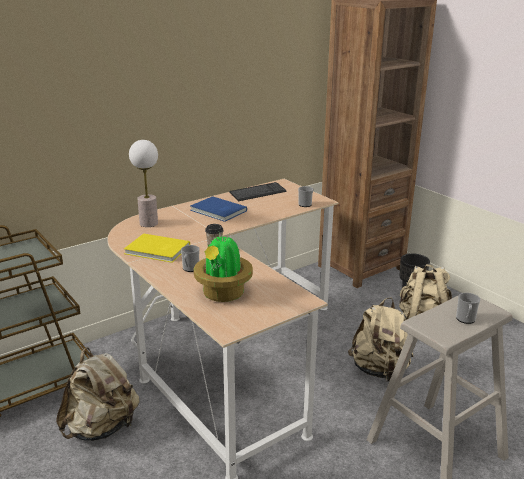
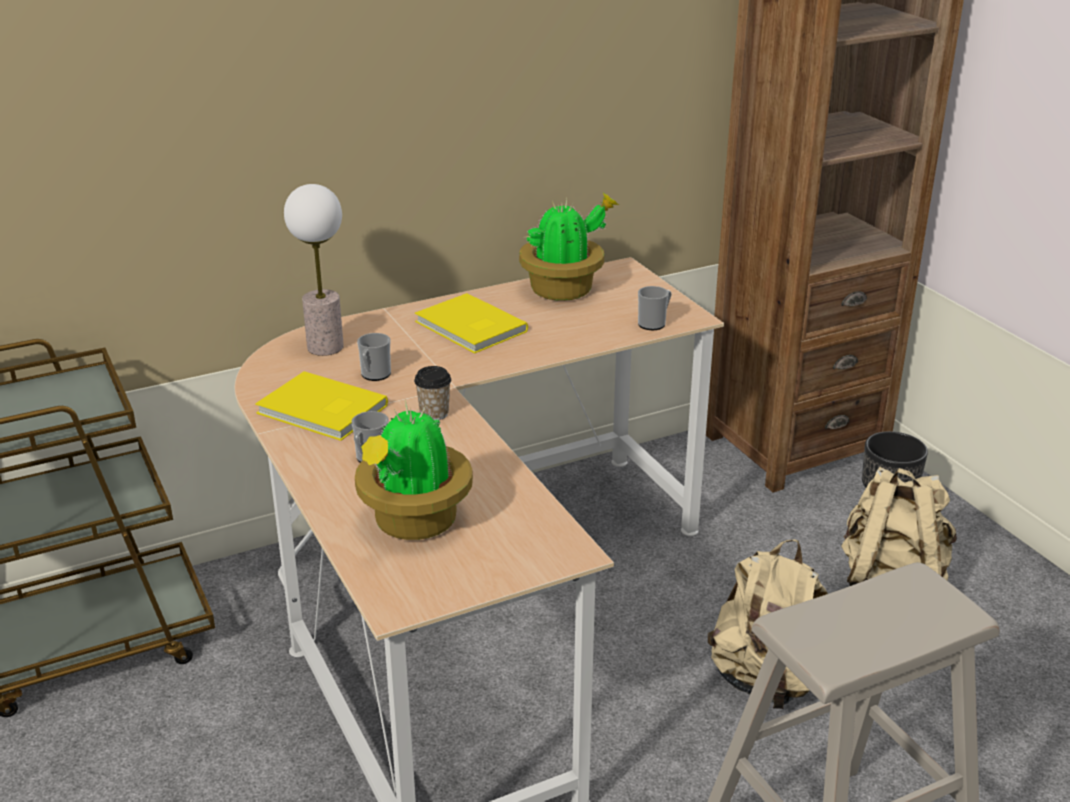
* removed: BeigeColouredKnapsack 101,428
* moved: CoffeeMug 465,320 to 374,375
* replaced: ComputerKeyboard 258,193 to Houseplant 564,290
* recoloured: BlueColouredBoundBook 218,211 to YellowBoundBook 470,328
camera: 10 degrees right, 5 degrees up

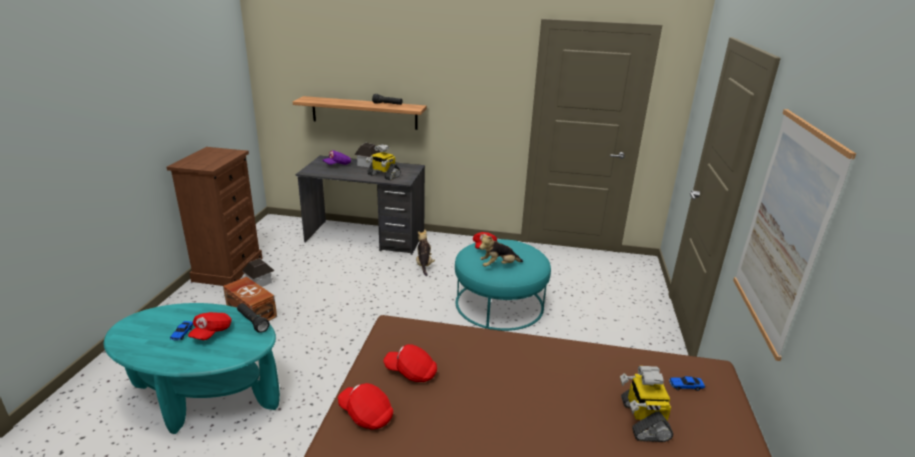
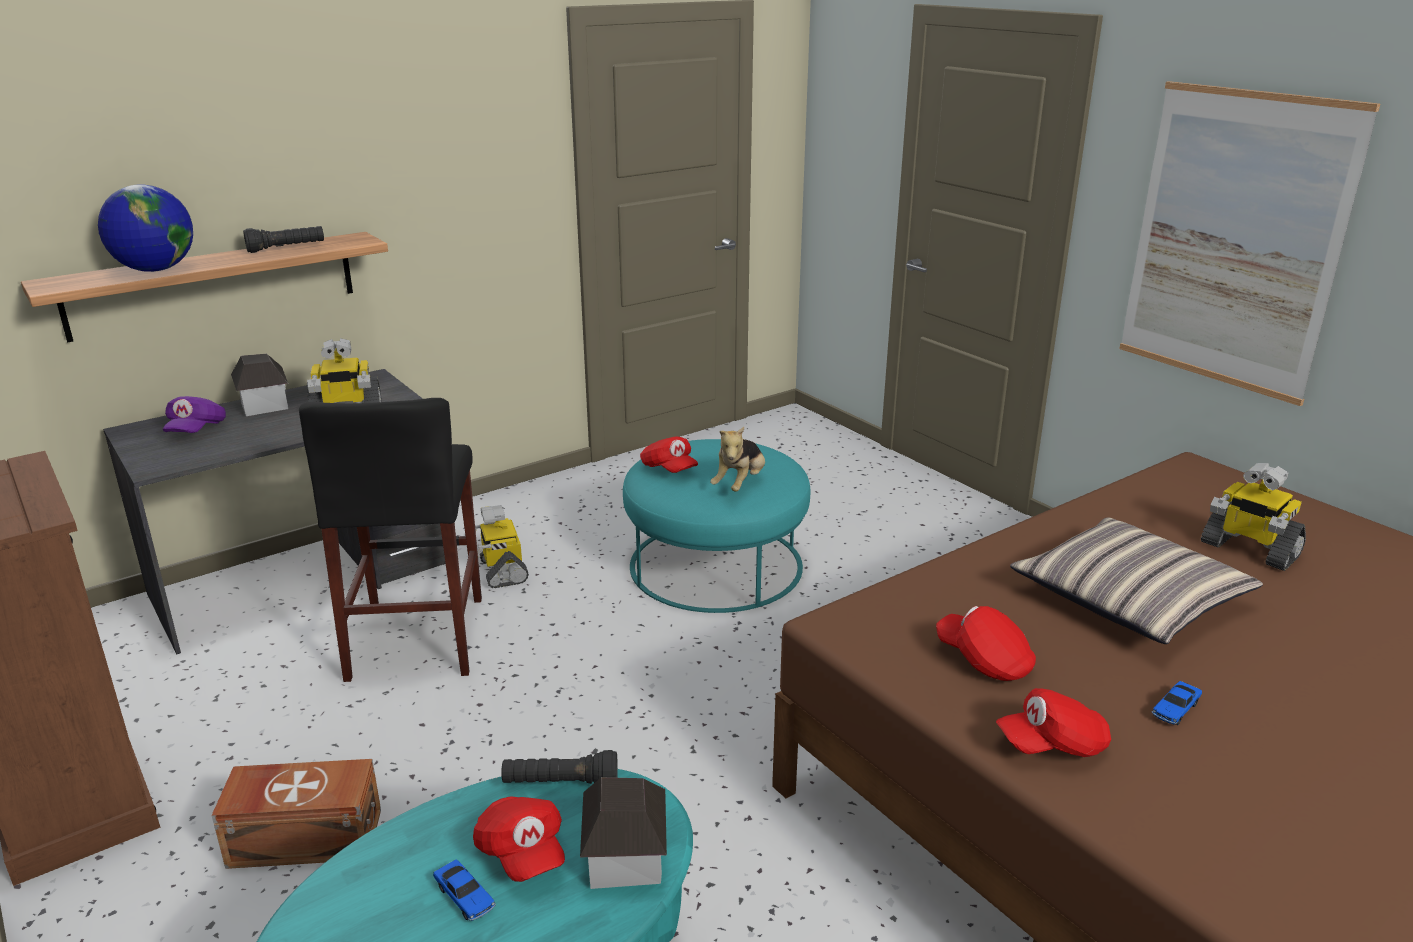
* added: DeskGlobe 155,270
* added: BlackColouredStool 417,637
* added: ThrowPillow 1129,598
* moved: ModelHouse 259,282 to 625,860
* moved: MiniatureCar 685,386 to 1175,709
* replaced: PlushToy 424,264 to ModelRobot 502,570
* turned: ReddishPeakedCap 411,372 = 984,660 75 degrees clockwise
camera: 45 degrees left, 0 degrees up

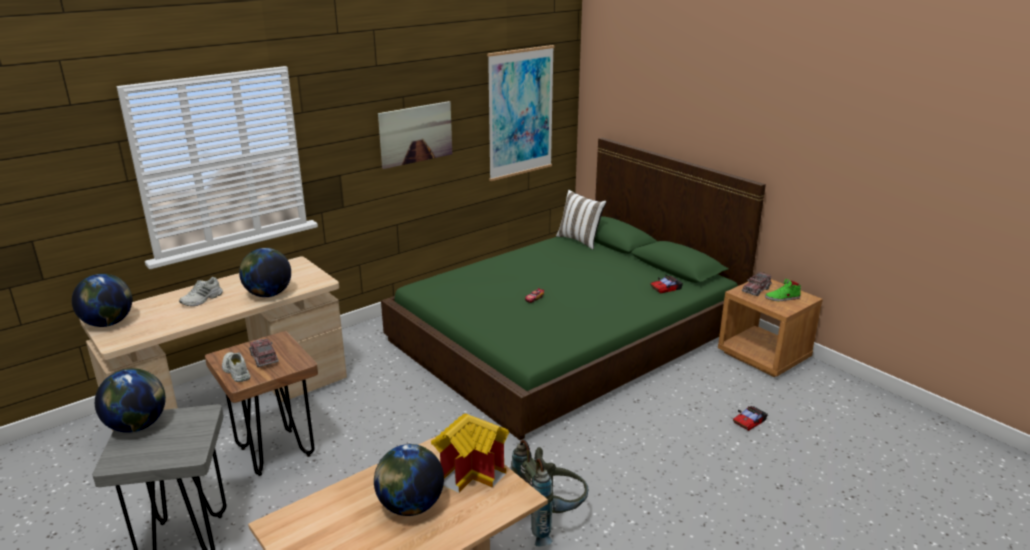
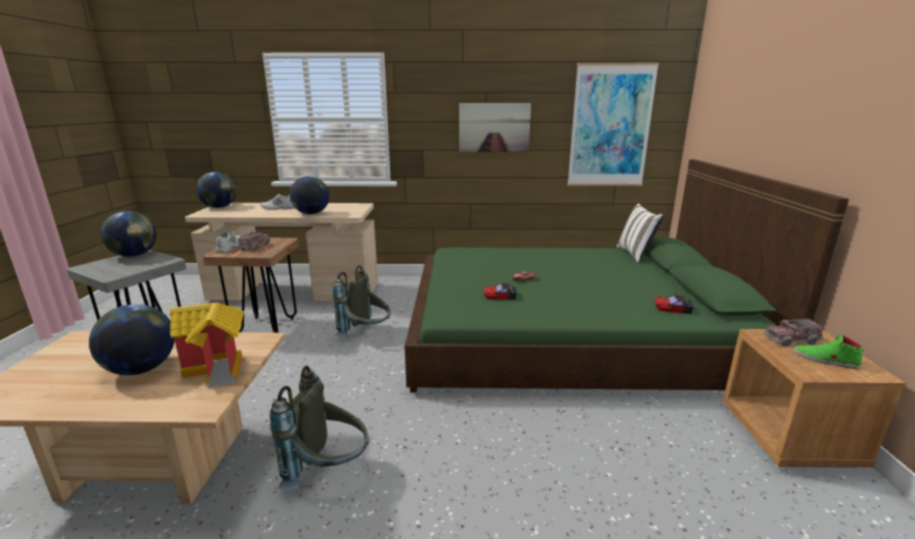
* added: GreyishKnapsack 366,335
* moved: MiniatureCar 749,421 to 500,296
camera: 40 degrees right, 5 degrees down

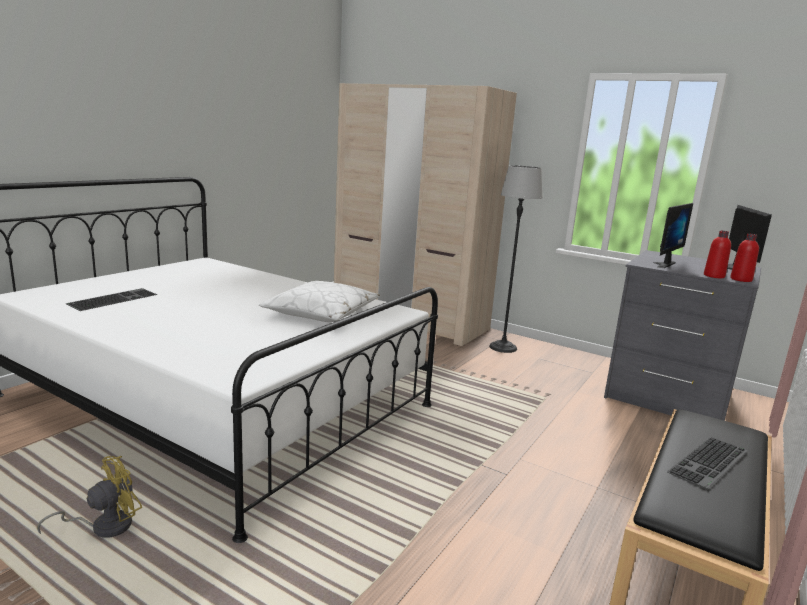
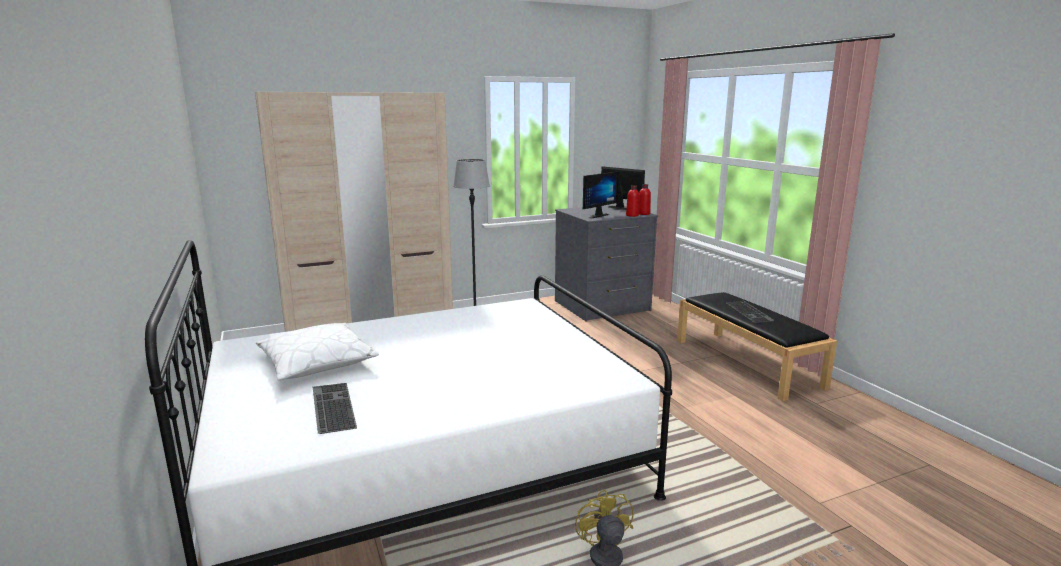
* moved: WhiteColouredThrowPillow 321,313 to 317,362
* turned: ComputerDisplay 661,264 = 595,215 60 degrees clockwise
camera: 55 degrees left, 0 degrees up

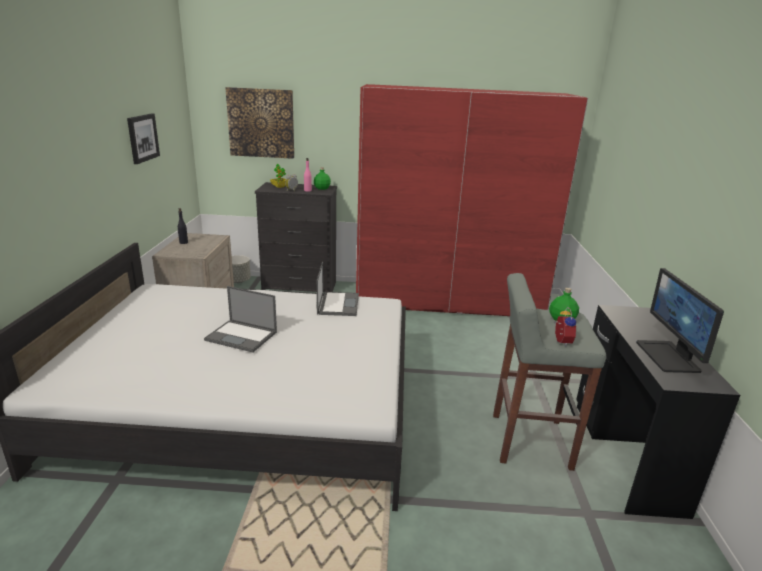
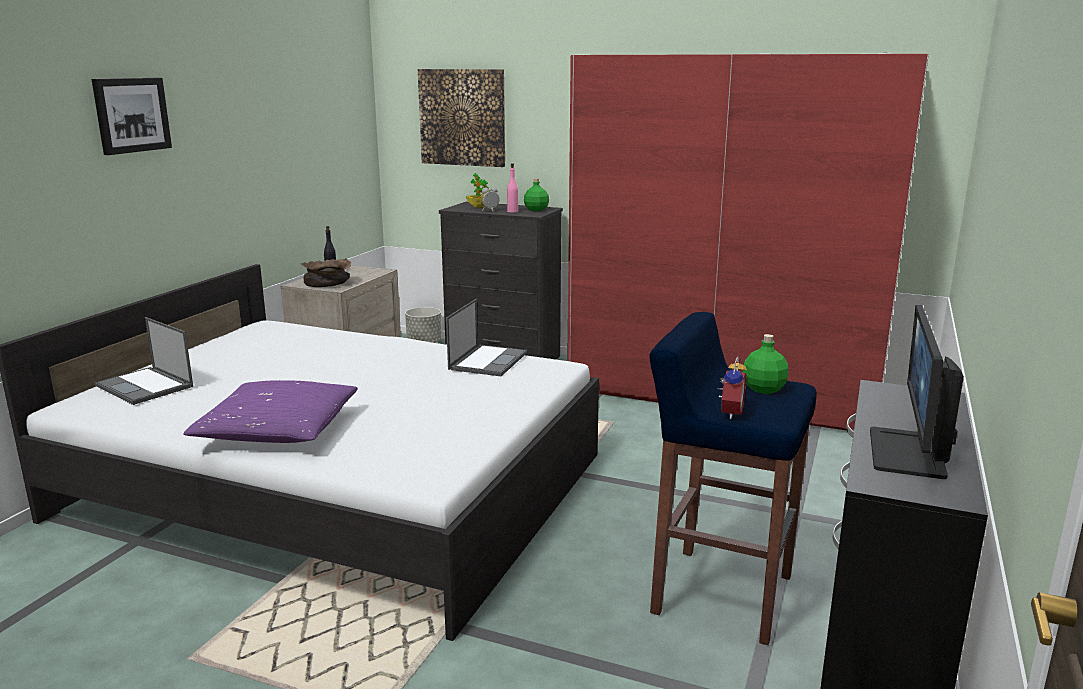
* added: PurplishThrowPillow 278,430
* added: BrownDeepDish 328,283
* moved: WallArt 142,138 to 131,115
* moved: Laptop 242,336 to 145,386
* recoloured: GreyishStool 528,441 to BlueColouredStool 720,593
camera: 20 degrees right, 5 degrees down

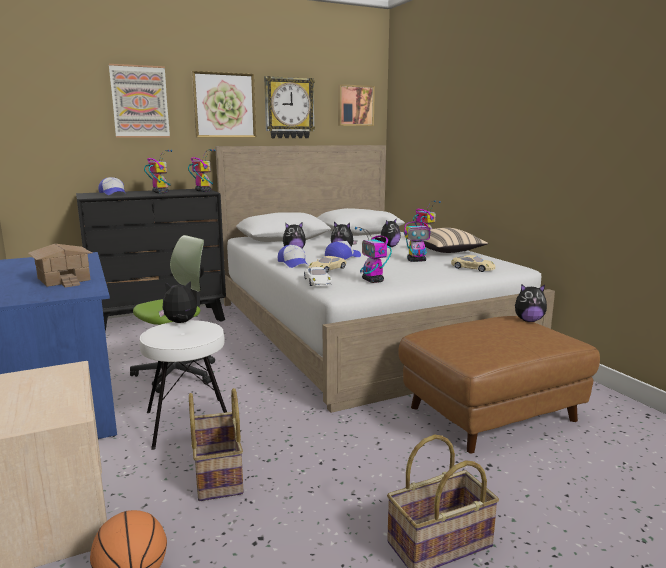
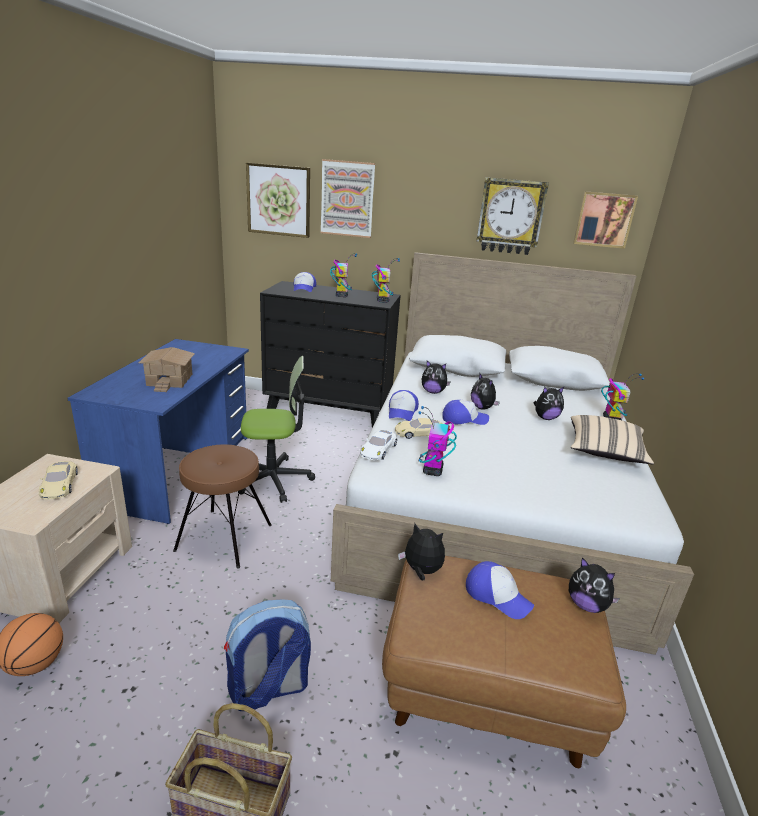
* removed: StorageBasket 216,474
* removed: ModelRobot 416,260
* added: Knapsack 268,689
* added: PeakedCap 497,595
* moved: PlushToy 180,323 to 421,571
* moved: WallArt 224,105 to 278,200
* moved: BeigeColouredMiniatureCar 472,268 to 59,484
* recoloured: WhiteColouredStool 188,422 to BrownStool 223,537
camera: 35 degrees right, 10 degrees up

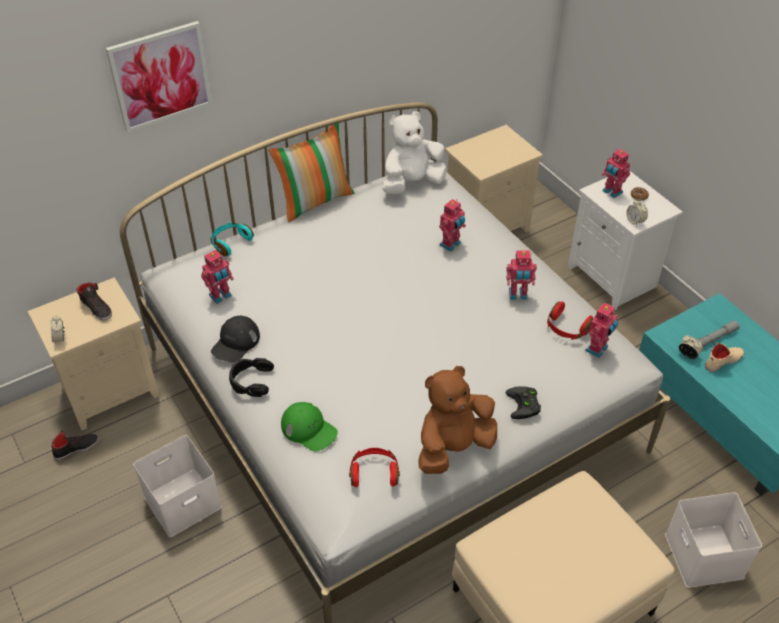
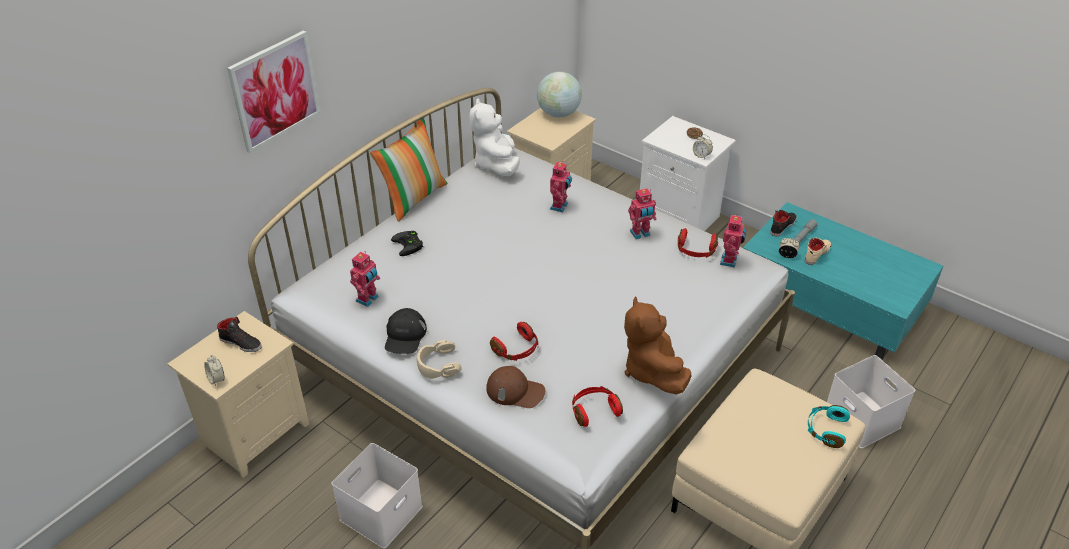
* removed: ModelRobot 611,192
* added: ReddishPairOfHeadphones 517,349
* added: DeskGlobe 558,114
* moved: BlackColouredLowShoe 76,448 to 782,226
* moved: TurquoisePairOfHeadphones 230,243 to 825,430
* moved: BlackColouredGameController 525,405 to 409,245
* recoloured: BlackColouredPairOfHeadphones 251,381 to BeigeColouredPairOfHeadphones 438,365
* recoloured: GreenPeakedCap 309,429 to BrownPeakedCap 515,391
* turned: WhiteColouredPlushToy 412,183 = 496,164 45 degrees counterclockwise
* turned: BrownPlushToy 453,447 = 652,371 45 degrees counterclockwise
camera: 20 degrees left, 5 degrees down

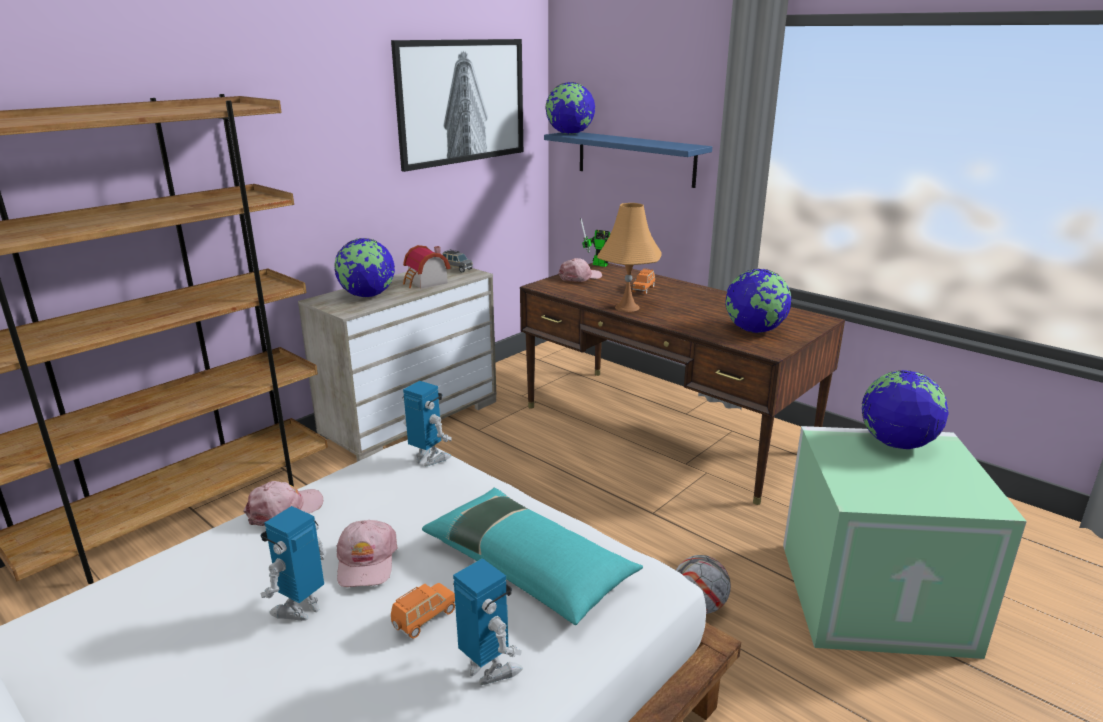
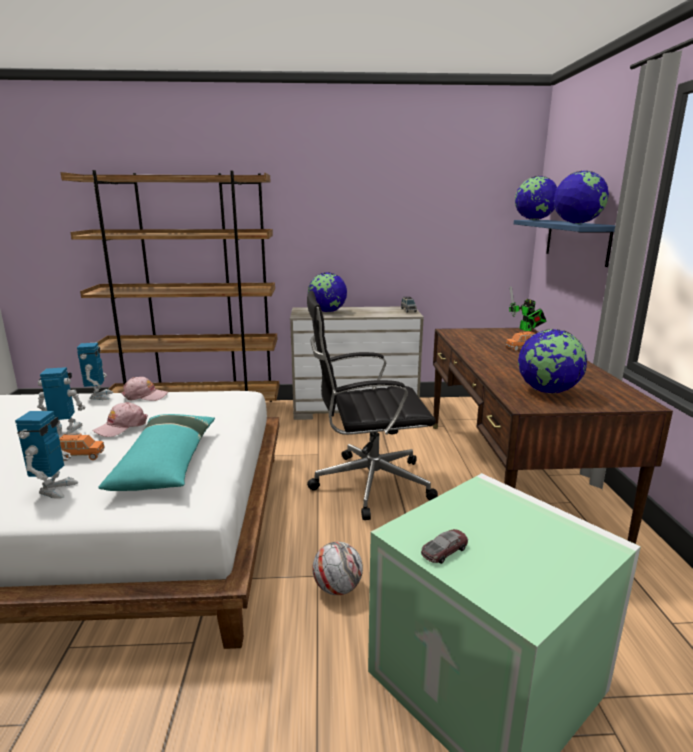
* removed: WallArt 461,101
* removed: ModelHouse 425,282
* removed: PinkPeakedCap 580,277
* removed: OrangeyTabletopLamp 627,307
* added: BlackColouredDeskChair 368,484
* added: MiniatureCar 444,550
* moved: ModelRobot 429,459 to 99,396
* moved: DeskGlobe 896,443 to 577,223
camera: 45 degrees right, 5 degrees down

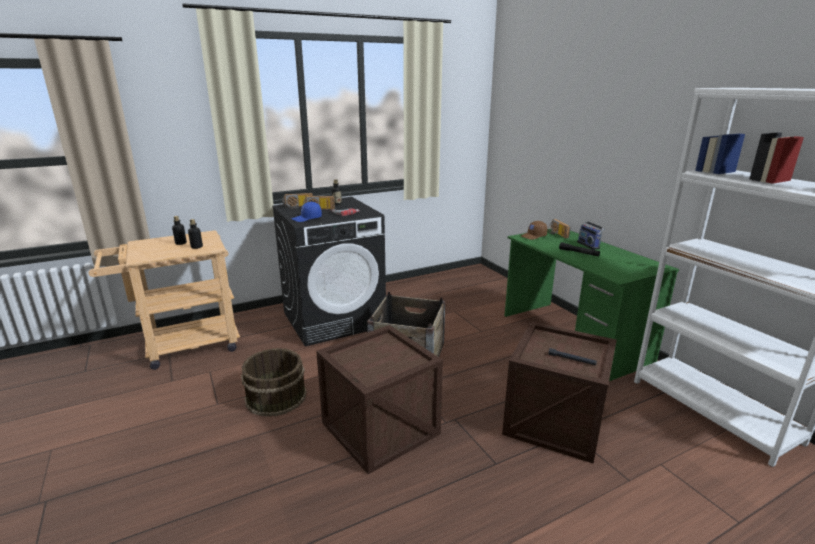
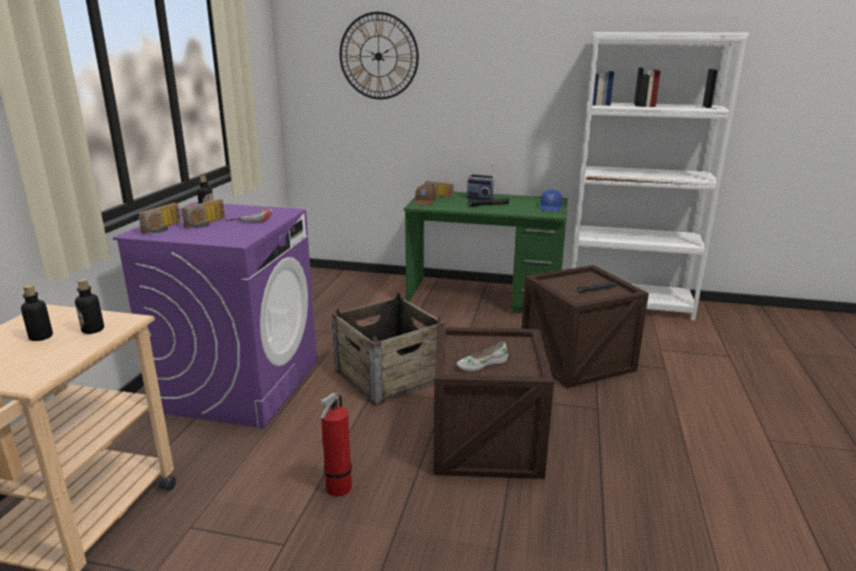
* added: WallClock 378,56
* added: WhiteColouredLowShoe 481,364
* moved: BlueColouredPeakedCap 307,218 to 550,208
* replaced: BrownBucket 275,396 to FireExtinguisher 337,490
* recoloured: BlackColouredLaundryAppliance 334,319 to PurplishLaundryAppliance 239,385
camera: 50 degrees left, 0 degrees up

